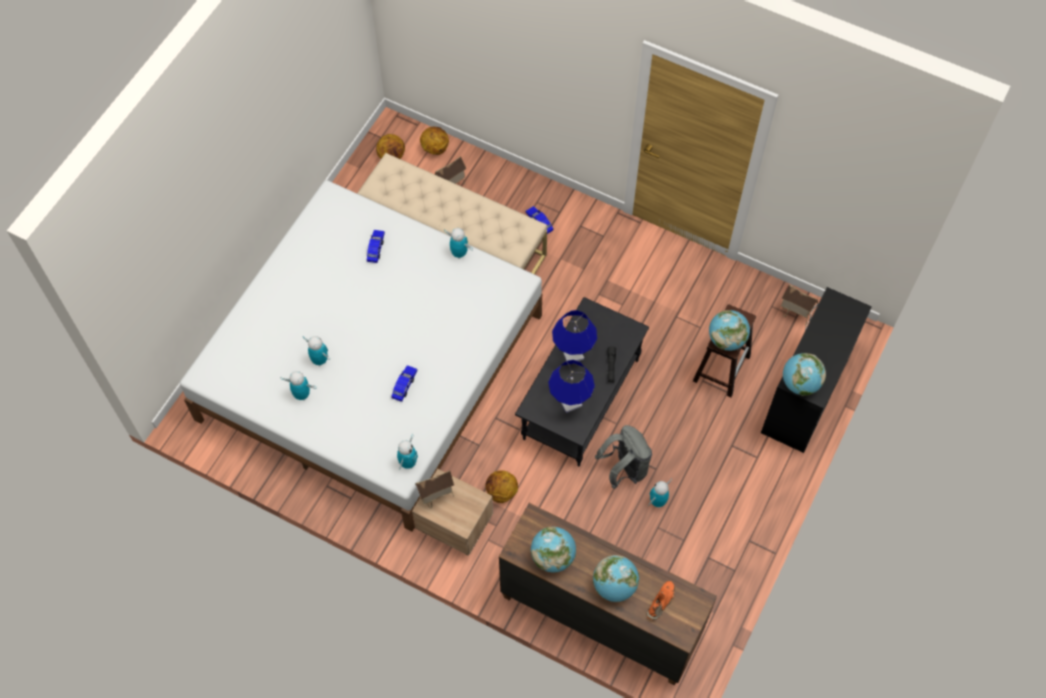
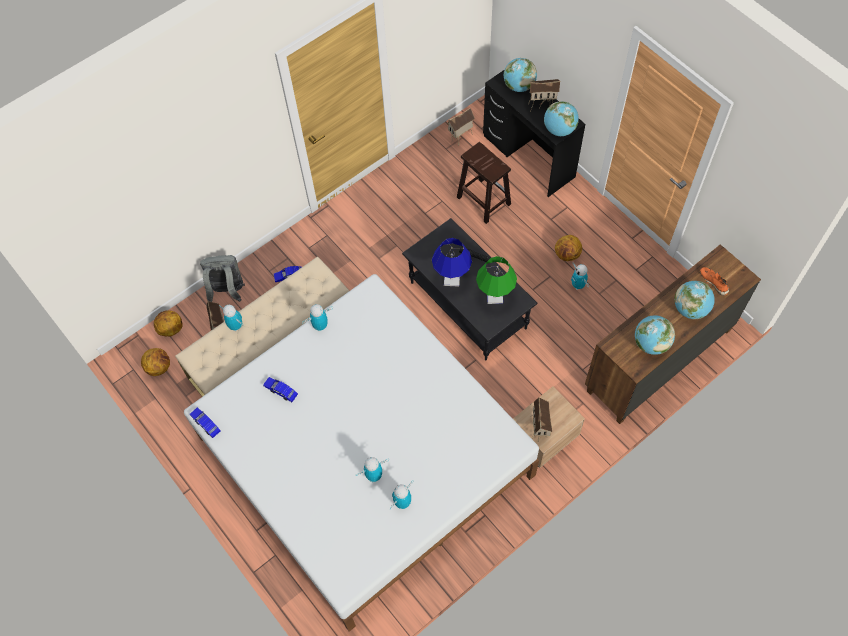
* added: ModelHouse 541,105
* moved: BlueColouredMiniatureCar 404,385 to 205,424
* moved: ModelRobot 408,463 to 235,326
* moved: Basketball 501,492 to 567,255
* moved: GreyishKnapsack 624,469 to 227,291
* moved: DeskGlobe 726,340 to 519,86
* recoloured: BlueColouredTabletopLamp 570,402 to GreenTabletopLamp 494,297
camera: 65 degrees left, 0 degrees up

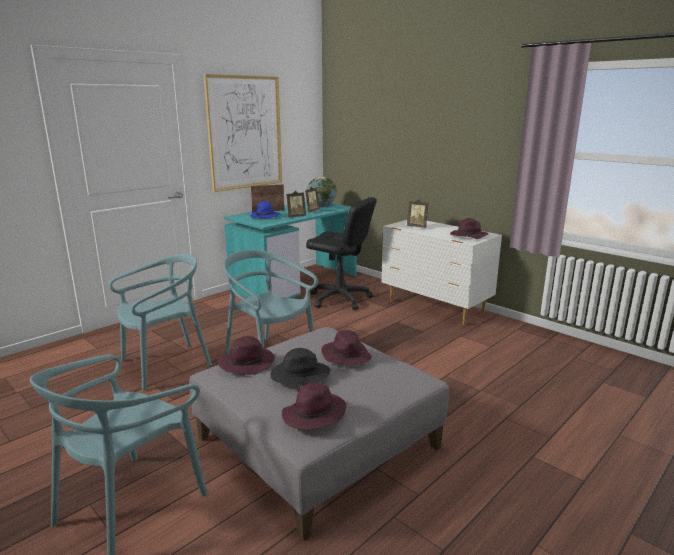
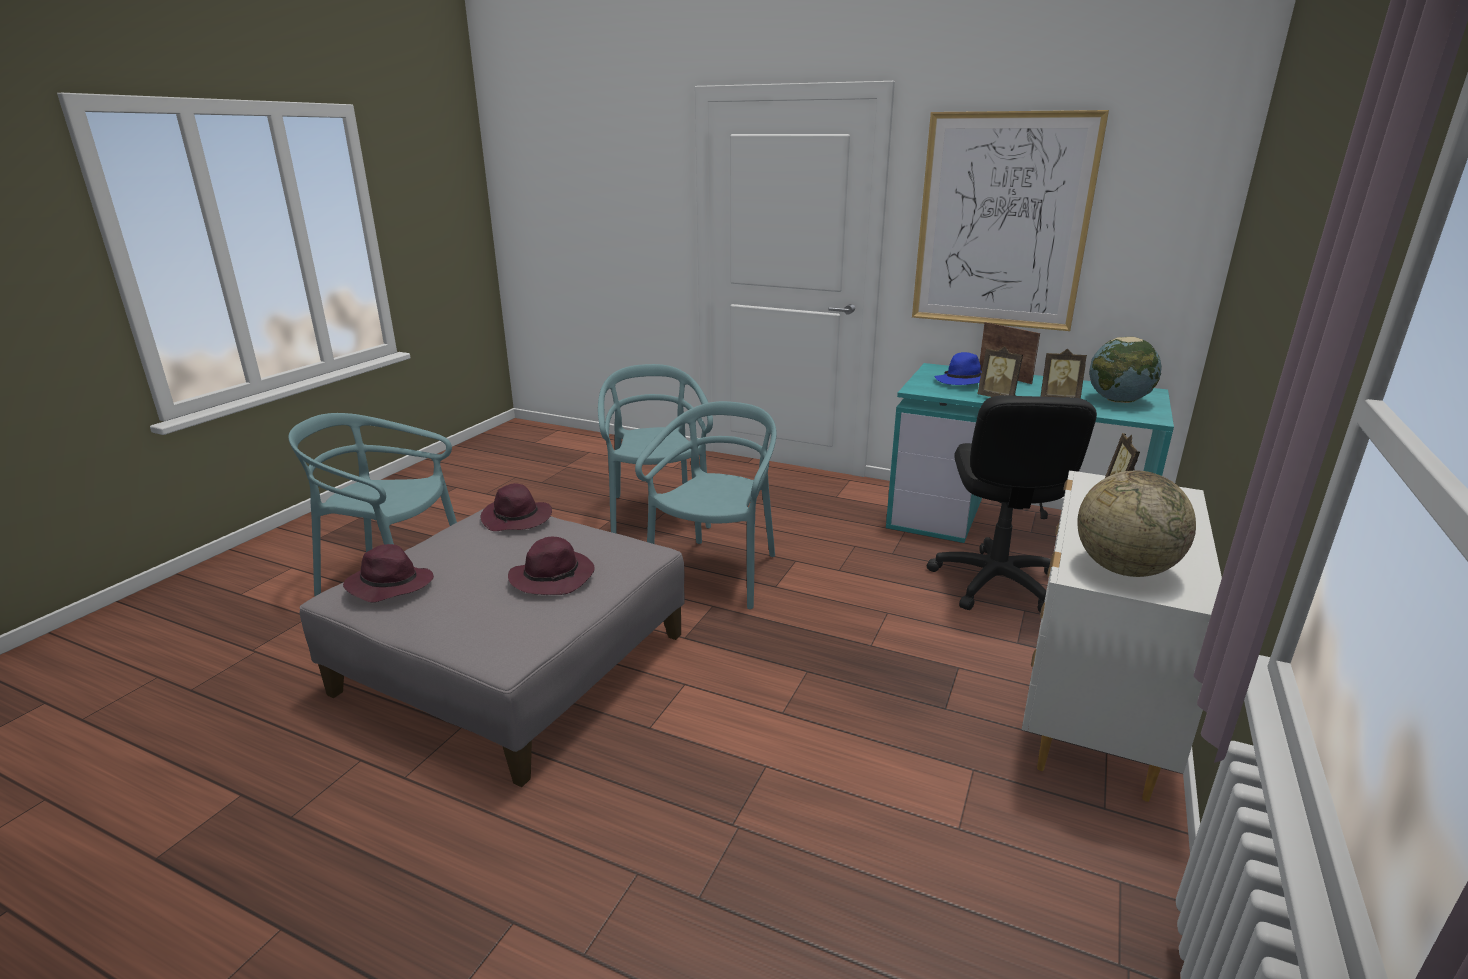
* removed: BlackColouredClothingHat 299,376
* replaced: PurplishClothingHat 468,236 to DeskGlobe 1123,569
* turned: TurquoiseUprightChair 165,365 = 656,513 135 degrees counterclockwise
camera: 70 degrees right, 5 degrees up

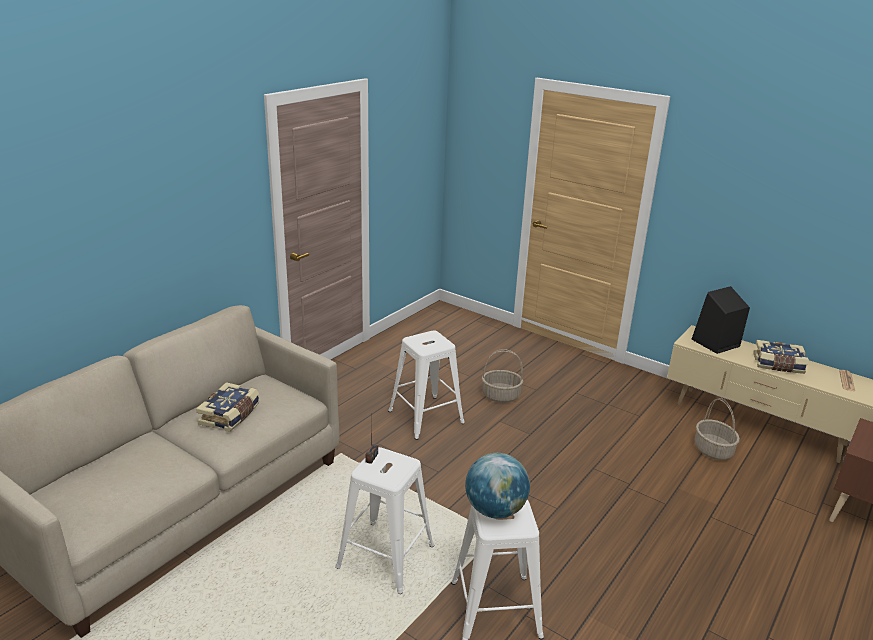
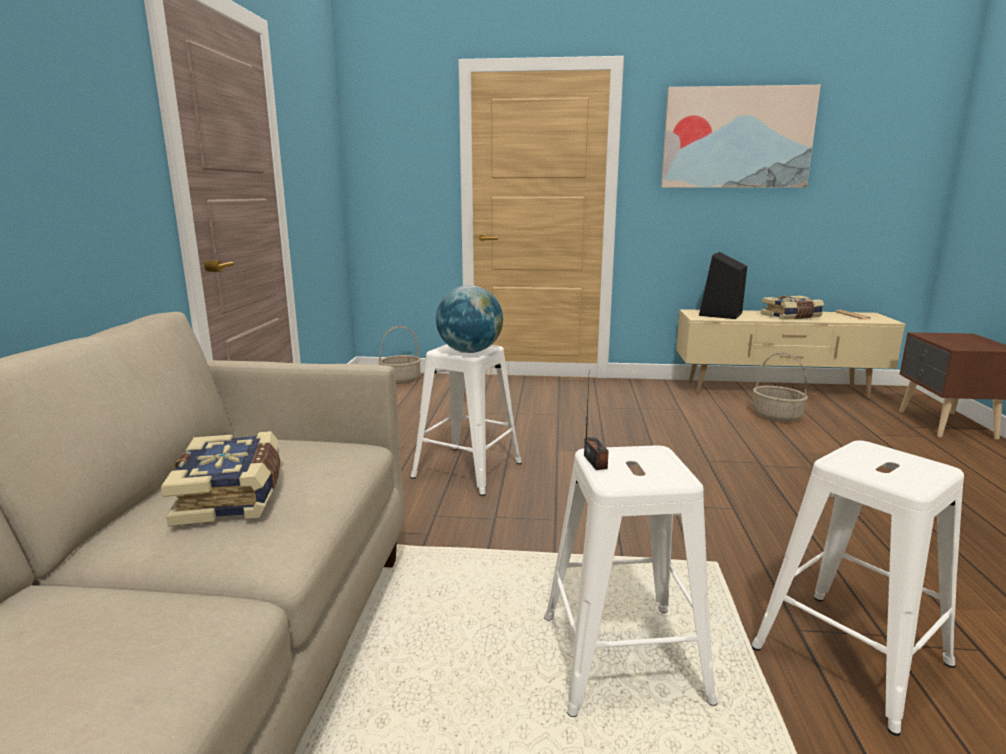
* added: WallArt 736,138
* moved: DeskGlobe 495,510 to 470,351
* moved: StorageBasket 501,396 to 401,380
camera: 30 degrees left, 10 degrees down

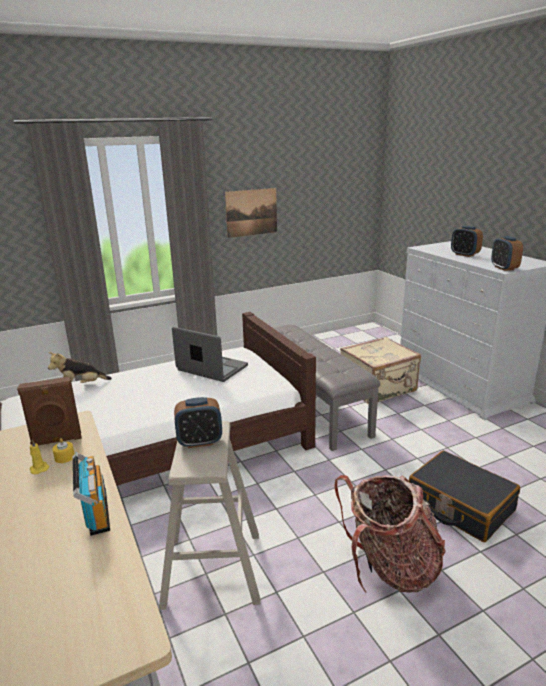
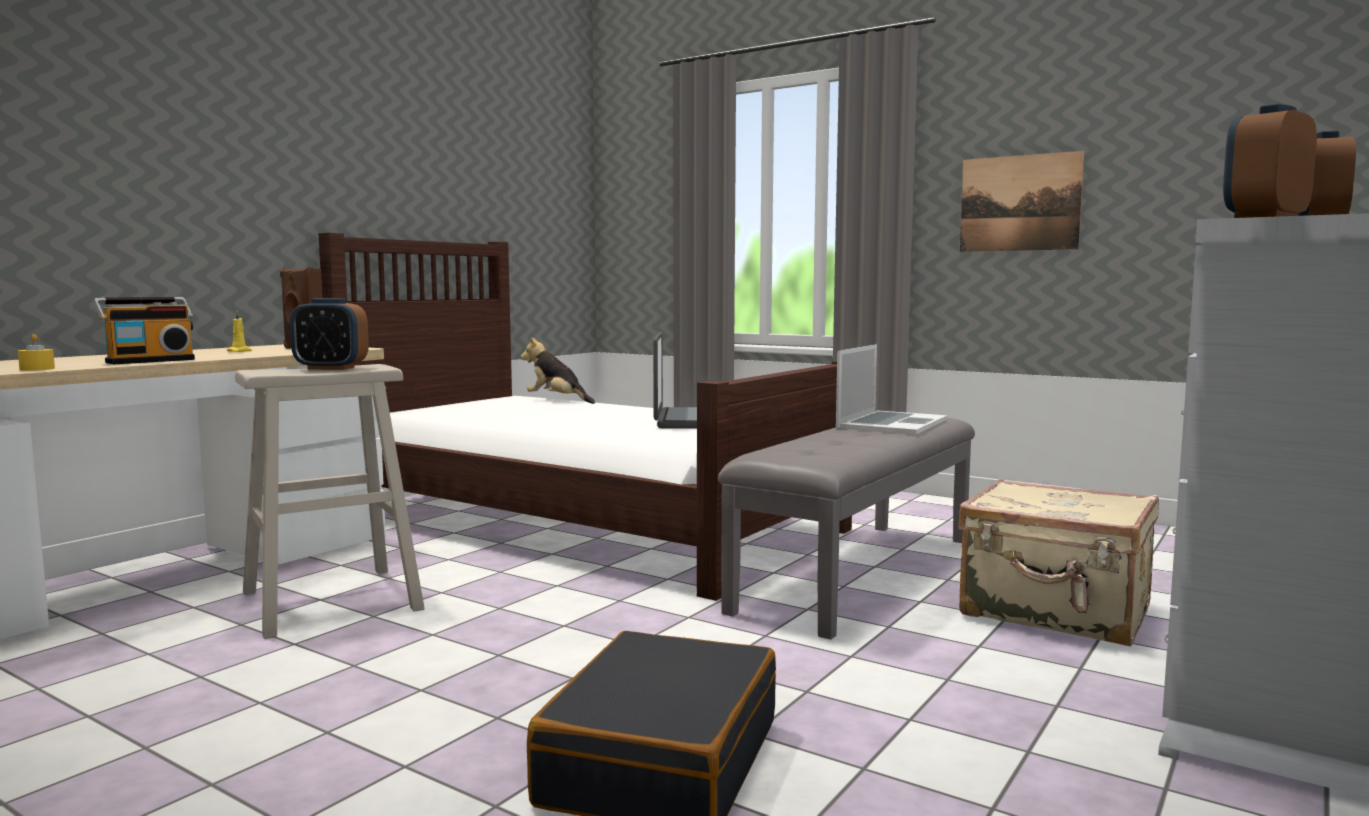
* removed: Knapsack 390,568
* added: Laptop 891,423
* moved: YellowWaxCandle 64,457 to 37,369
* turned: BedsideClock 200,442 = 331,368 45 degrees counterclockwise
camera: 60 degrees right, 15 degrees down

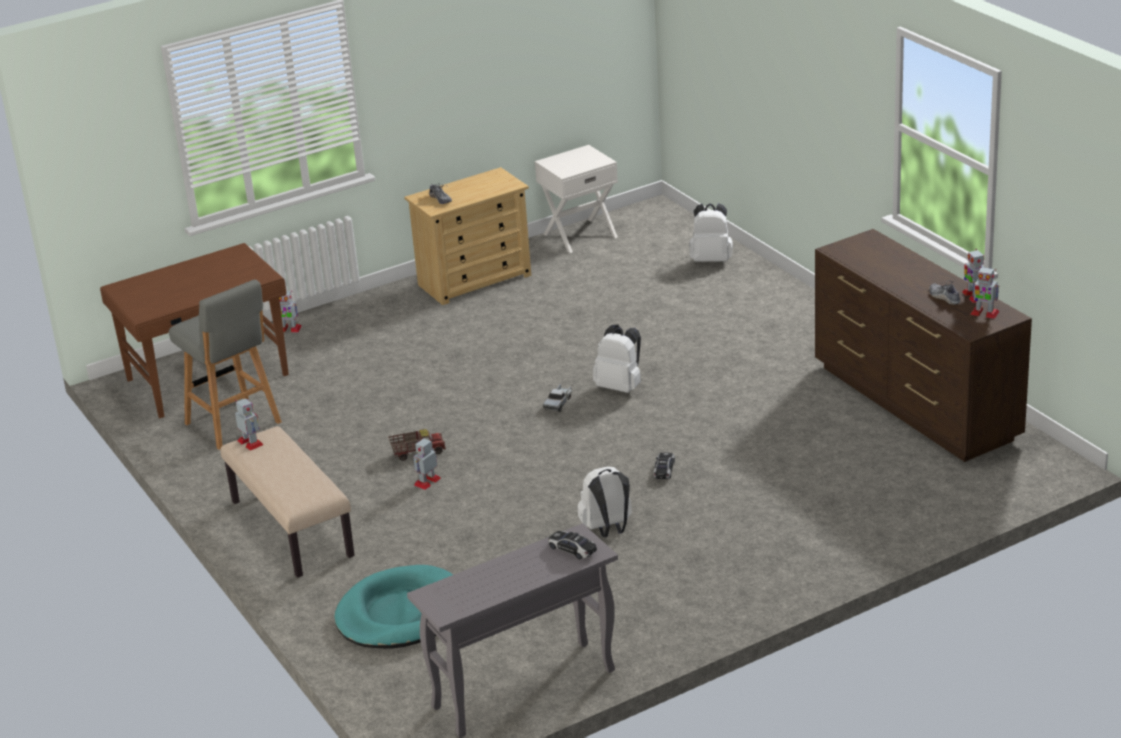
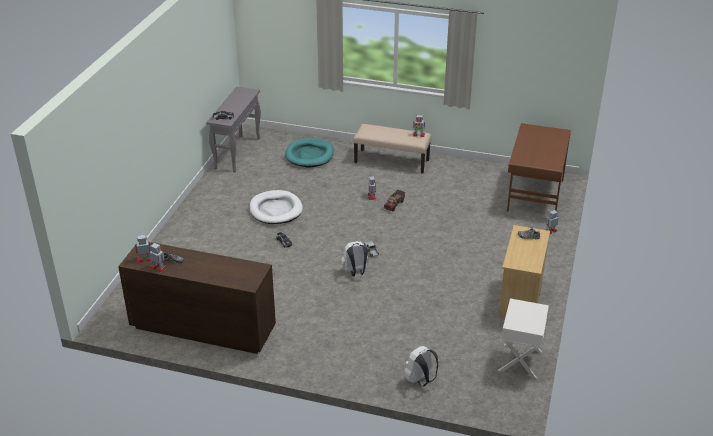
* removed: GreyishStool 234,424
* replaced: WhiteColouredKnapsack 608,529 to WhiteColouredPetBed 276,210
camera: 135 degrees right, 5 degrees up

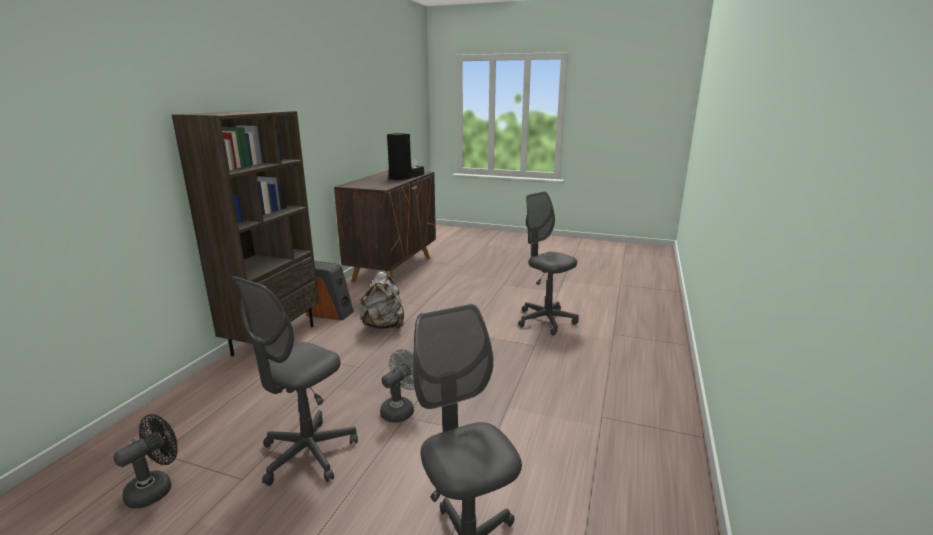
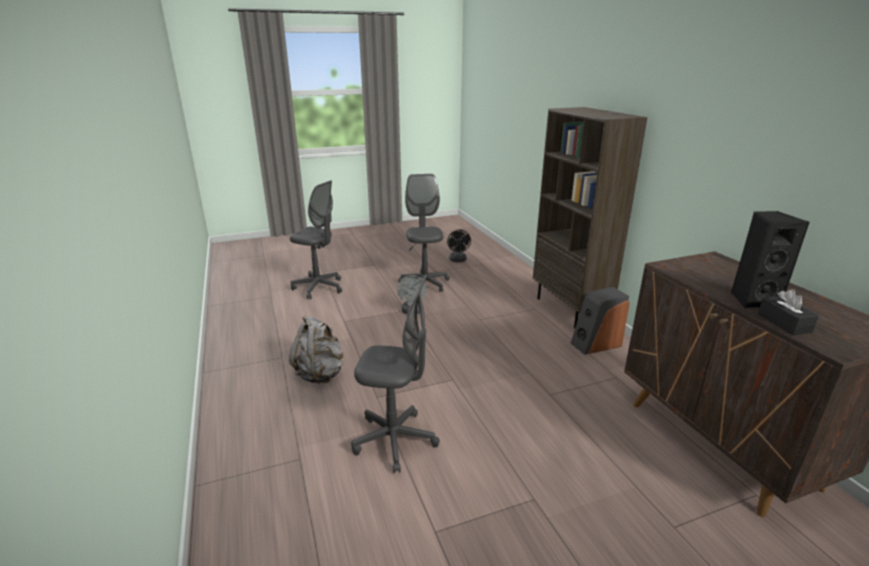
* moved: GreyishKnapsack 384,326 to 321,373
camera: 140 degrees right, 5 degrees up

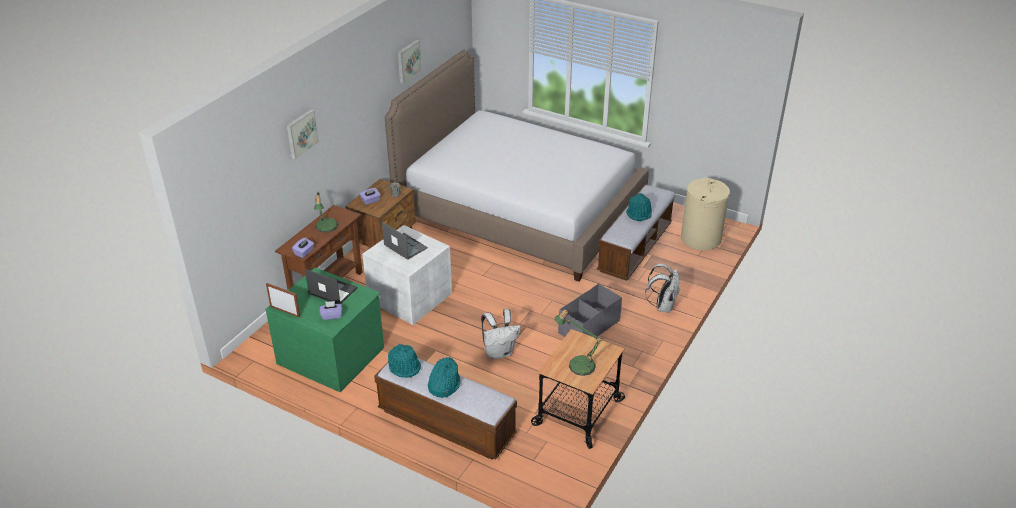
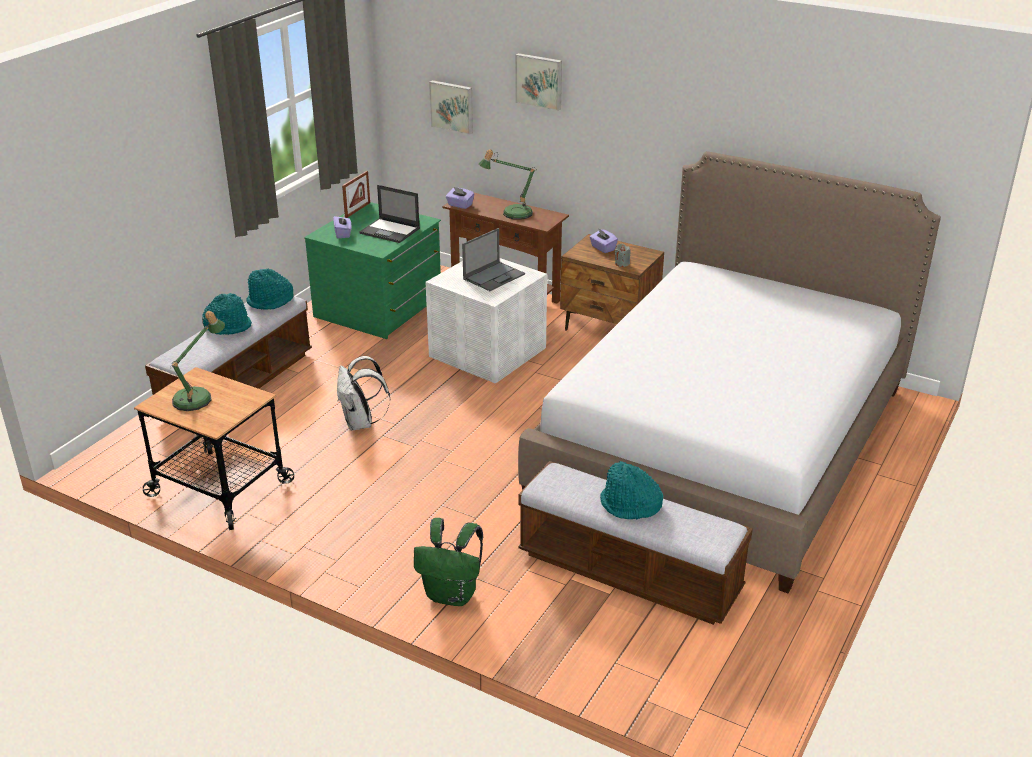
* removed: GreyishStorageBin 588,327
* removed: BeigeColouredHamper 701,238
* moved: WallArt 408,61 to 452,106
* recoloured: WhiteColouredKnapsack 662,306 to GreenKnapsack 452,595
* turned: Laptop 332,291 = 390,231 90 degrees clockwise
camera: 90 degrees right, 5 degrees down

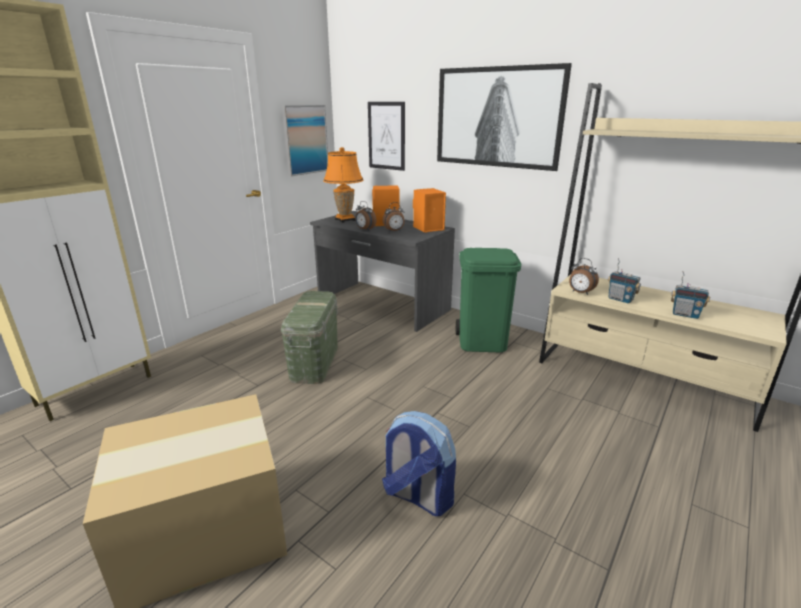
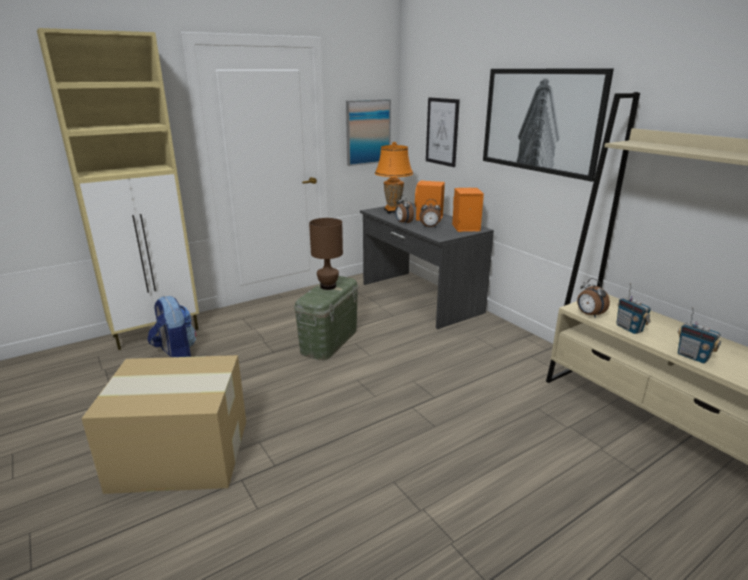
* removed: GreenTrashCan 483,342
* added: BrownTabletopLamp 328,286
* moved: Knapsack 417,496 to 175,353
camera: 20 degrees right, 0 degrees up

